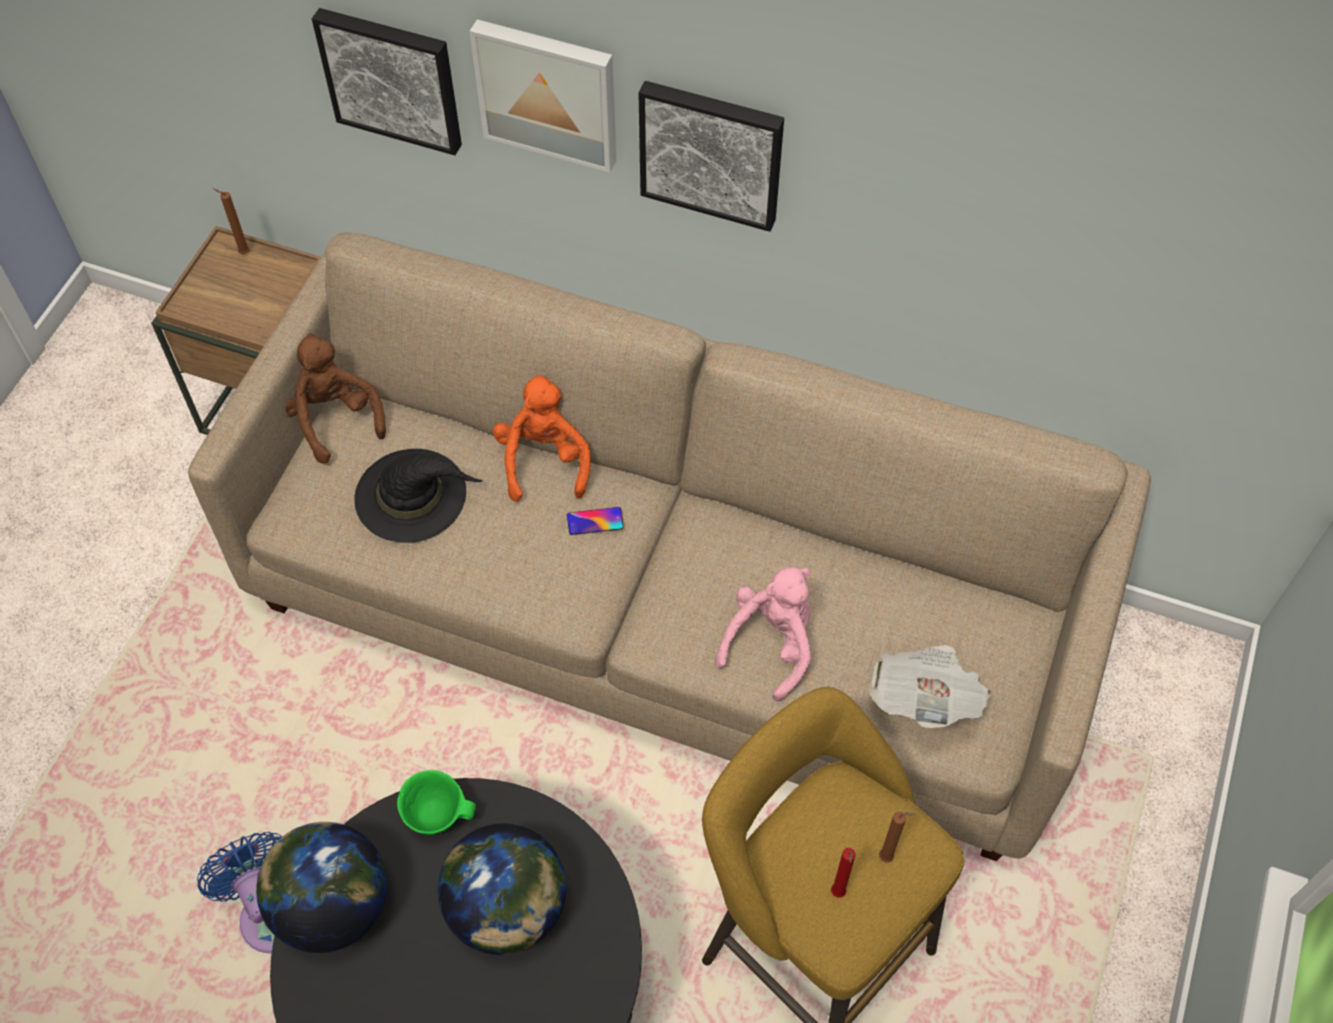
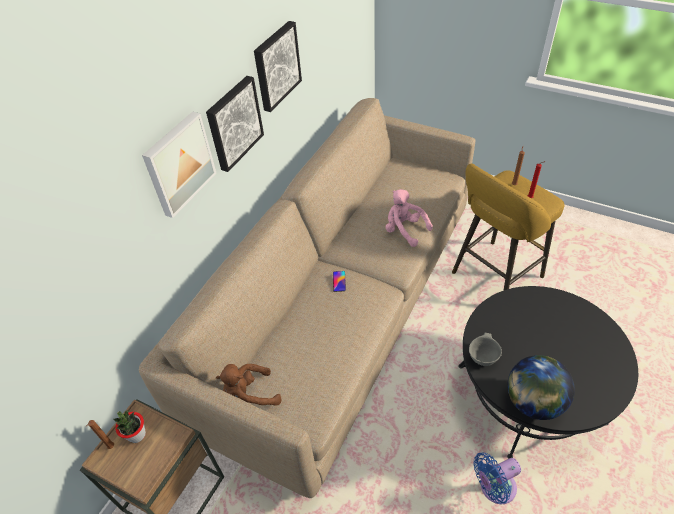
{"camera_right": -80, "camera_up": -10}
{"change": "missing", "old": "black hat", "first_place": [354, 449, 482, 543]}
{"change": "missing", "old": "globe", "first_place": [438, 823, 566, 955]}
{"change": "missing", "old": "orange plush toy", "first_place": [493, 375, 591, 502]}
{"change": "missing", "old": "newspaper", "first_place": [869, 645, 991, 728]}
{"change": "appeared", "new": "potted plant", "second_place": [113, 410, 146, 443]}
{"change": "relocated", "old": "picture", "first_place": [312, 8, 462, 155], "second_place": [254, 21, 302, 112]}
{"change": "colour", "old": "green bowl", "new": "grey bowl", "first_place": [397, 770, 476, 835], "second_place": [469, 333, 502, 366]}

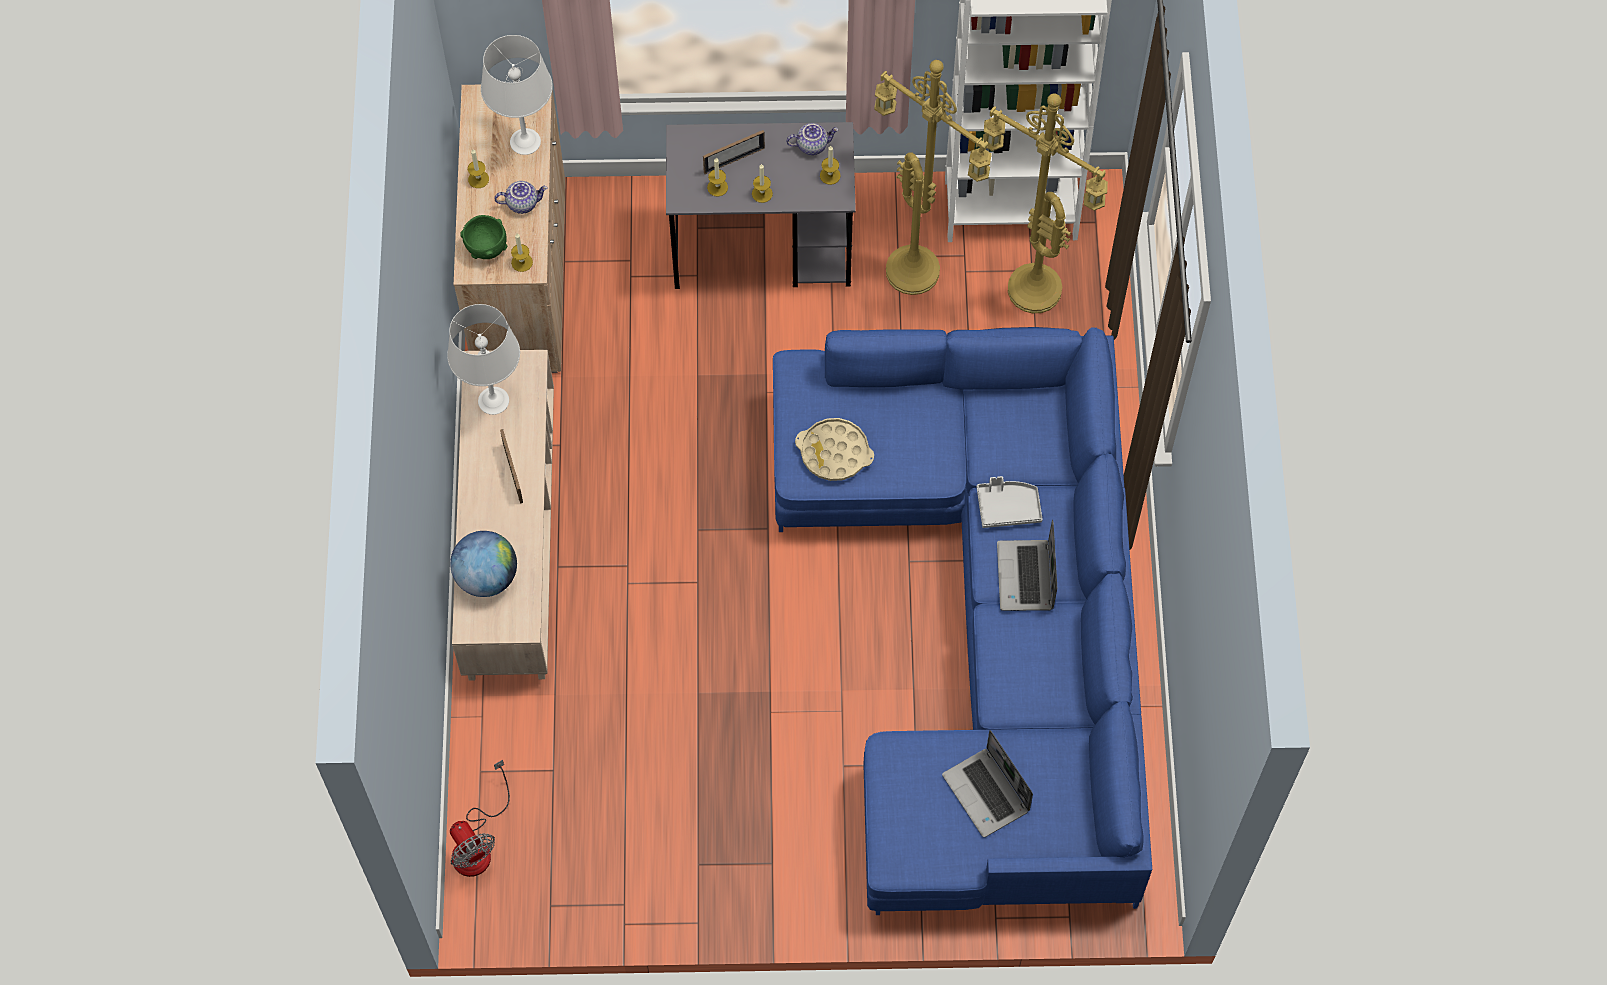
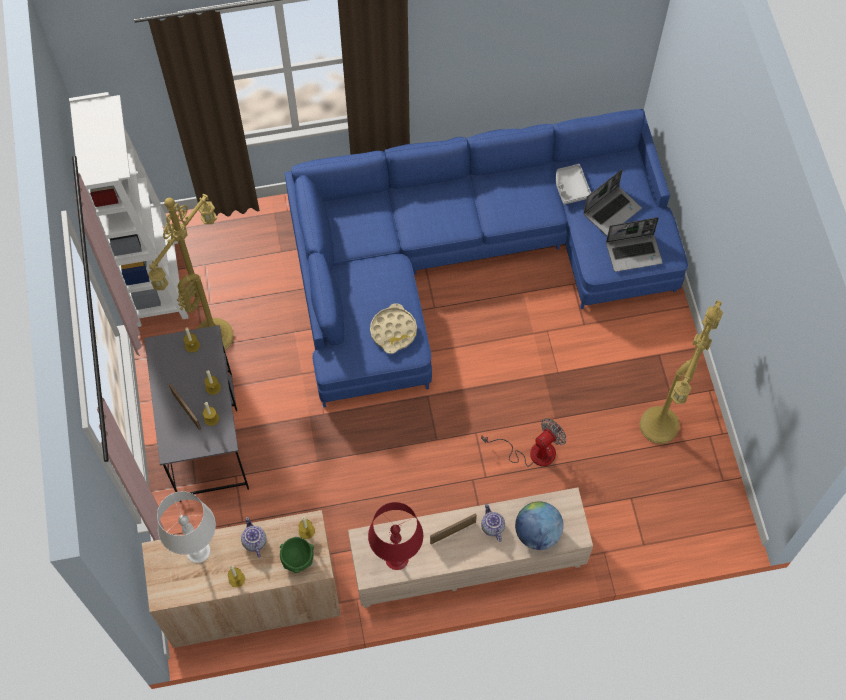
{"camera_right": -100, "camera_up": 0}
{"change": "relocated", "old": "fan", "first_place": [450, 759, 510, 877], "second_place": [481, 418, 567, 467]}
{"change": "relocated", "old": "teapot", "first_place": [786, 123, 838, 155], "second_place": [481, 503, 505, 542]}
{"change": "relocated", "old": "grey tray", "first_place": [977, 476, 1043, 528], "second_place": [556, 164, 591, 205]}
{"change": "relocated", "old": "yellow floor lamp", "first_place": [983, 93, 1108, 313], "second_place": [640, 300, 723, 444]}
{"change": "relocated", "old": "laptop", "first_place": [997, 520, 1057, 611], "second_place": [606, 217, 663, 272]}
{"change": "colour", "old": "white table lamp", "new": "red table lamp", "first_place": [447, 304, 520, 415], "second_place": [368, 502, 423, 570]}

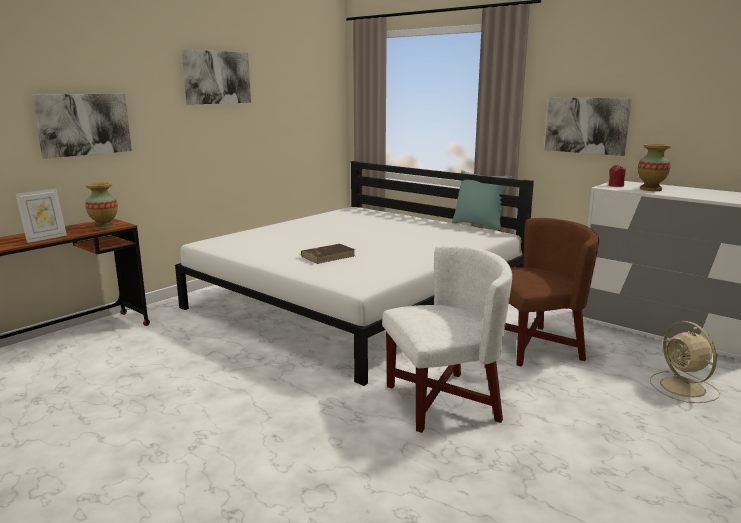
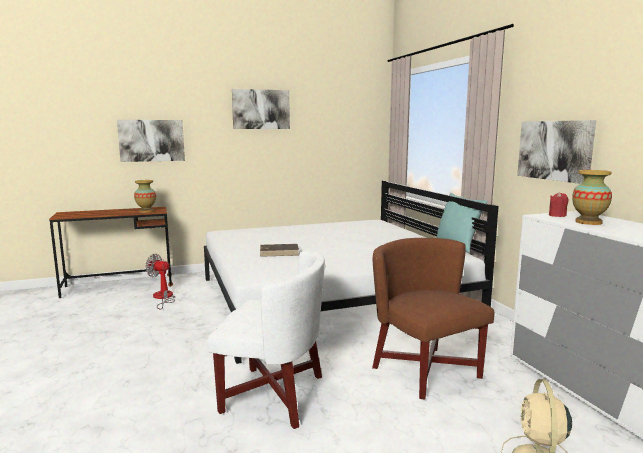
{"camera_right": 30, "camera_up": -5}
{"change": "missing", "old": "picture frame", "first_place": [15, 189, 67, 243]}
{"change": "appeared", "new": "fan", "second_place": [145, 254, 175, 309]}
{"change": "spun", "old": "brown armchair", "first_place": [505, 218, 599, 367], "second_place": [372, 238, 494, 400], "degrees": -135}

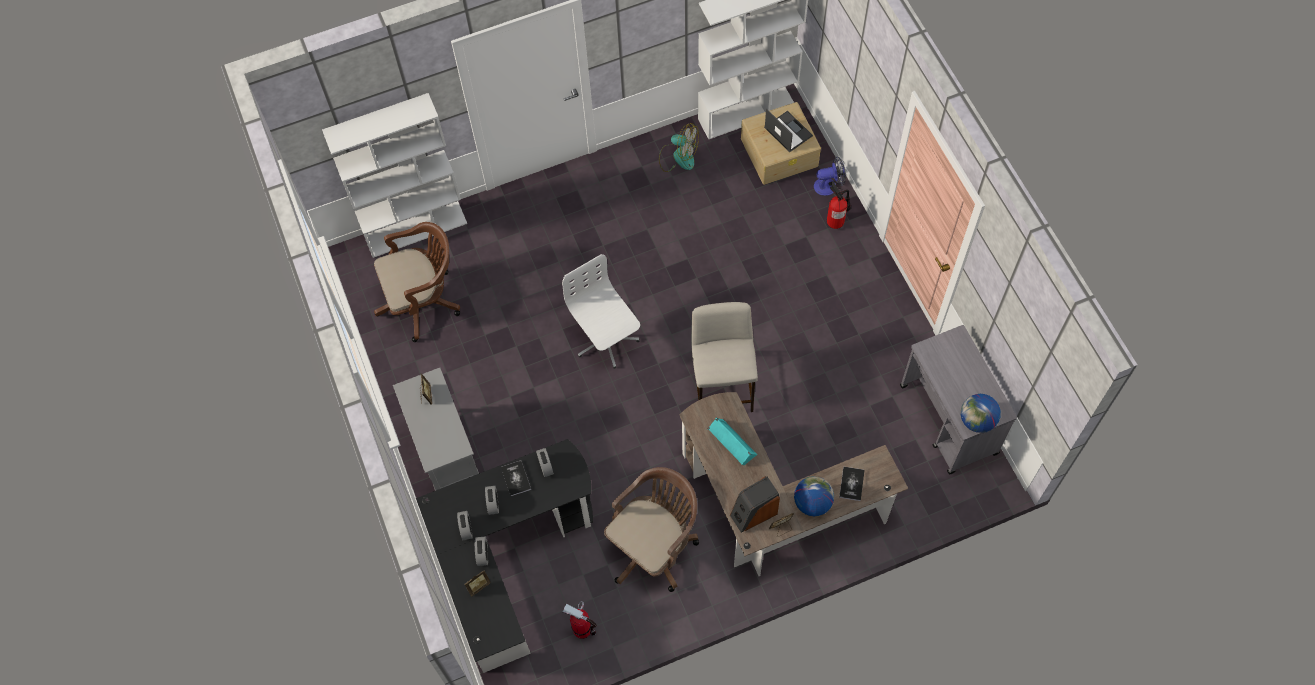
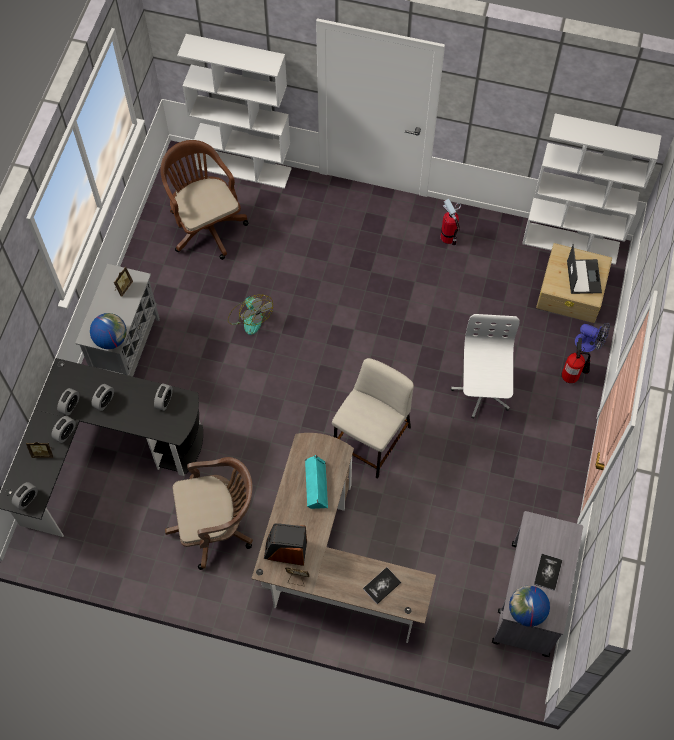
{"camera_right": 35, "camera_up": 0}
{"change": "appeared", "new": "alarm clock", "second_place": [12, 482, 38, 510]}
{"change": "relocated", "old": "book", "first_place": [501, 460, 531, 496], "second_place": [534, 554, 562, 591]}
{"change": "relocated", "old": "white office chair", "first_place": [562, 254, 640, 369], "second_place": [451, 314, 520, 419]}
{"change": "relocated", "old": "fire extinguisher", "first_place": [562, 601, 597, 639], "second_place": [441, 199, 461, 246]}
{"change": "relocated", "old": "fan", "first_place": [659, 123, 699, 172], "second_place": [228, 294, 273, 335]}
{"change": "relocated", "old": "globe", "first_place": [794, 476, 834, 516], "second_place": [90, 313, 127, 349]}
{"change": "spun", "old": "brown office chair", "first_place": [374, 222, 460, 342], "second_place": [160, 140, 248, 260], "degrees": -135}

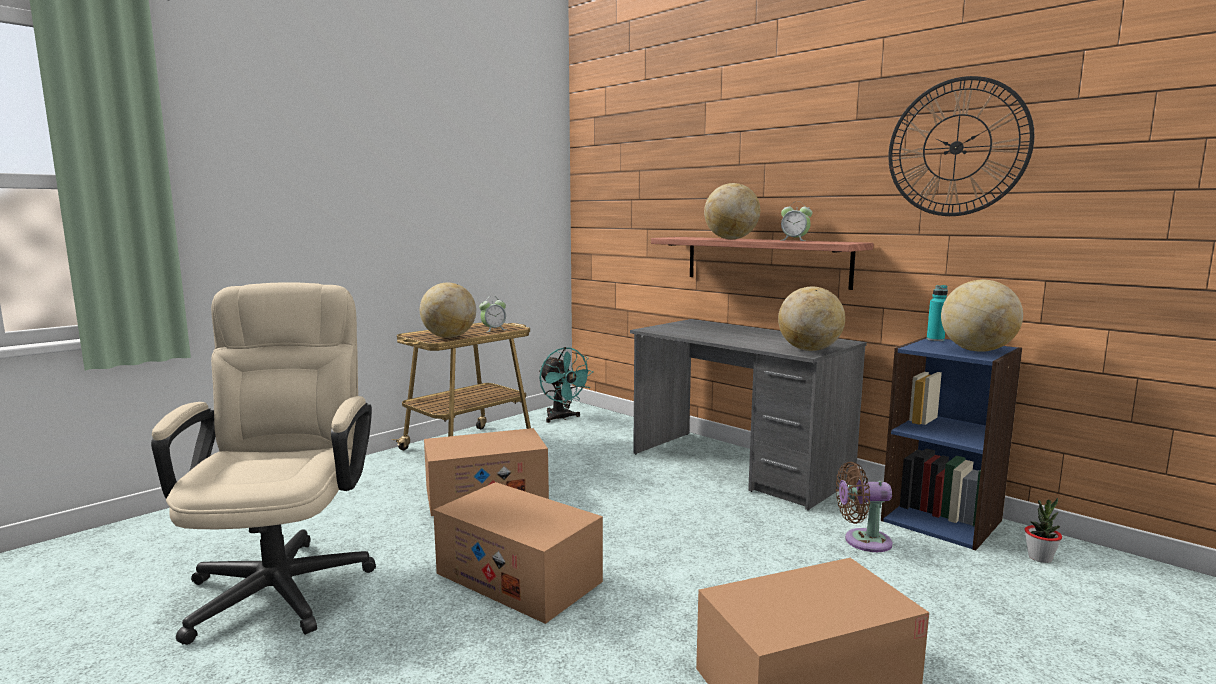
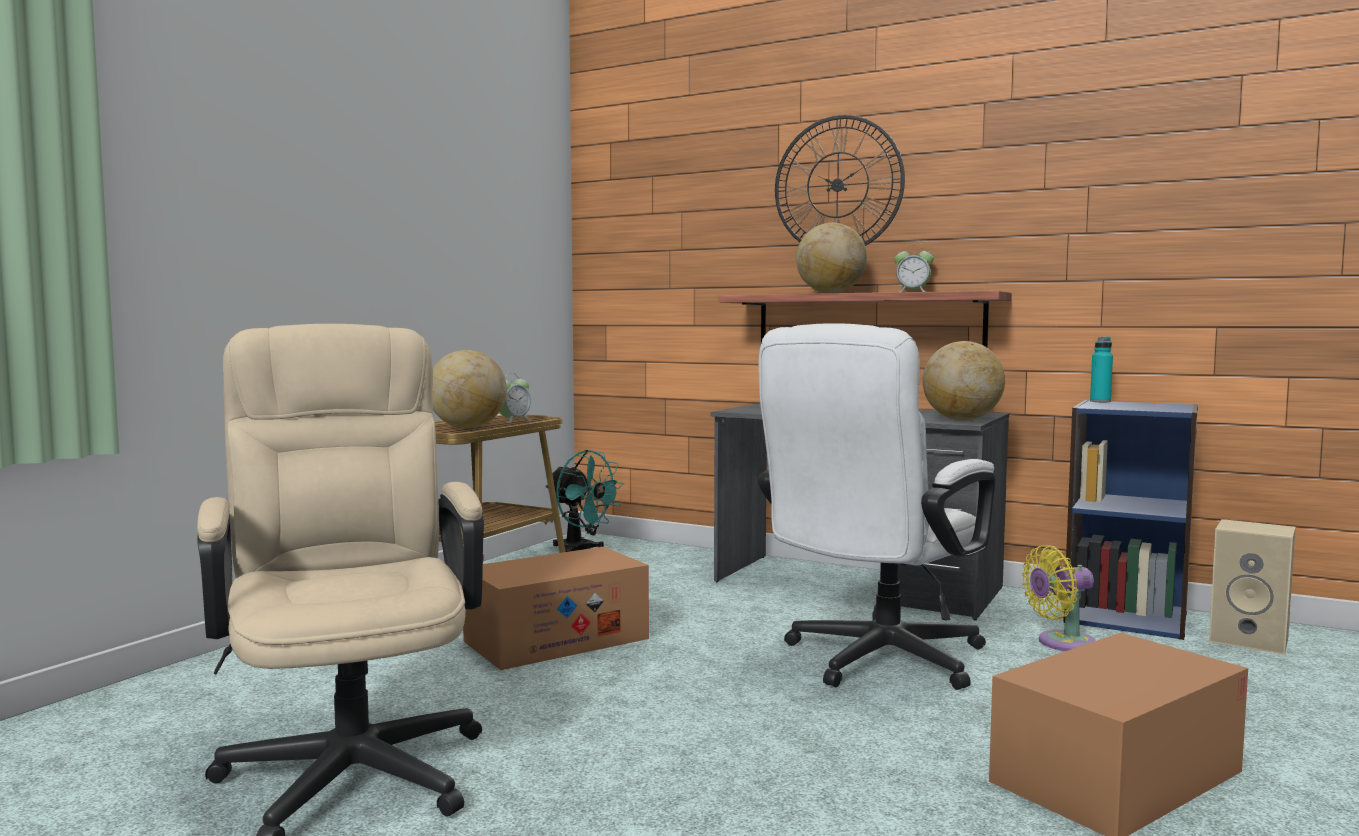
{"camera_right": -15, "camera_up": -5}
{"change": "missing", "old": "cardboard box", "first_place": [433, 482, 603, 624]}
{"change": "missing", "old": "globe", "first_place": [941, 280, 1023, 352]}
{"change": "appeared", "new": "white office chair", "second_place": [758, 323, 996, 690]}
{"change": "relocated", "old": "wall clock", "first_place": [888, 76, 1034, 216], "second_place": [775, 115, 905, 246]}
{"change": "exchanged", "old": "potted plant", "new": "beige speaker", "first_place": [1025, 498, 1062, 563], "second_place": [1209, 519, 1296, 655]}
{"change": "colour", "old": "brown fan", "new": "yellow fan", "first_place": [836, 462, 893, 552], "second_place": [1022, 545, 1096, 651]}

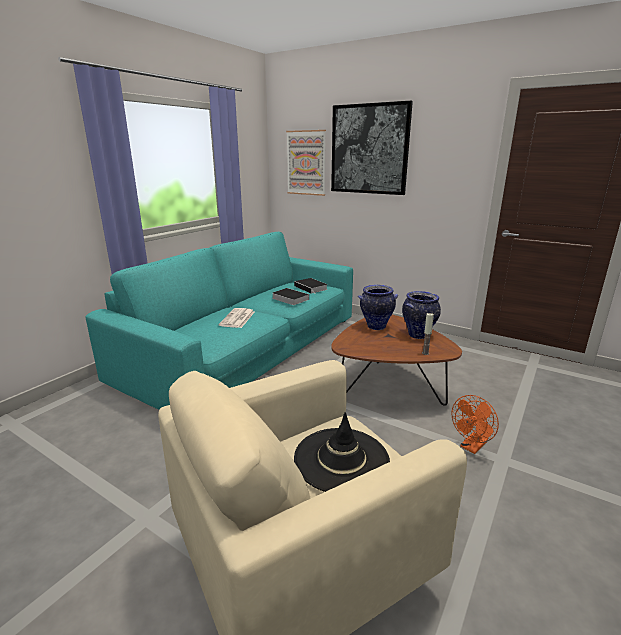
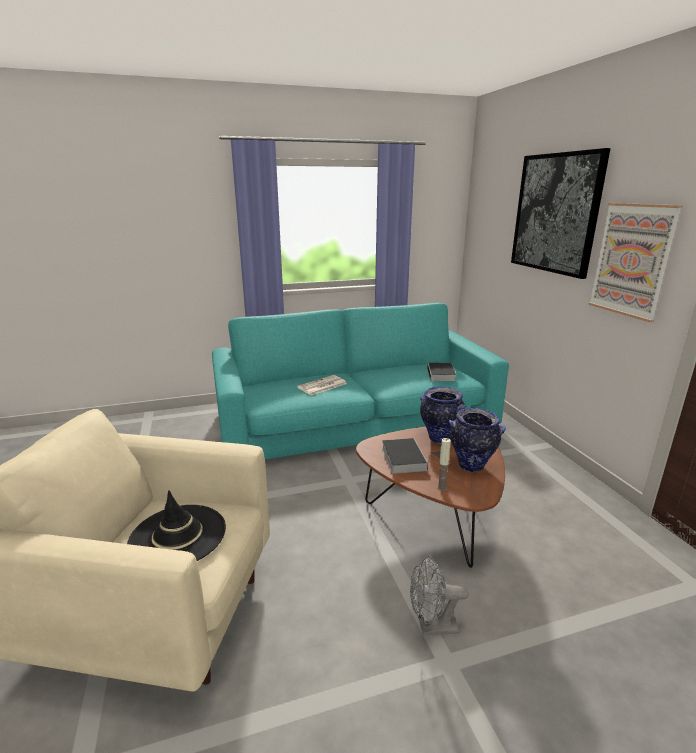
{"camera_right": 40, "camera_up": 0}
{"change": "relocated", "old": "book", "first_place": [272, 288, 309, 305], "second_place": [382, 438, 428, 474]}
{"change": "relocated", "old": "picture", "first_place": [286, 130, 326, 196], "second_place": [588, 203, 683, 322]}
{"change": "colour", "old": "orange fan", "new": "grey fan", "first_place": [451, 395, 499, 454], "second_place": [410, 556, 469, 636]}

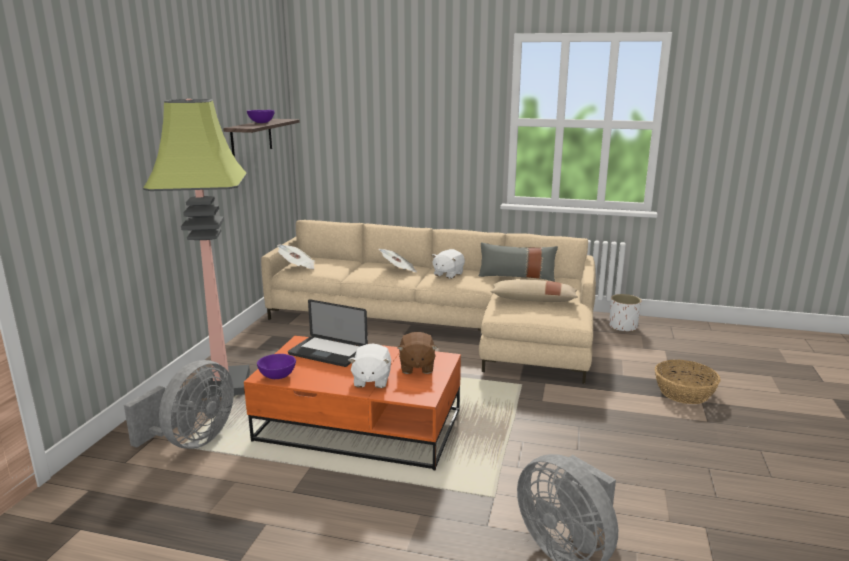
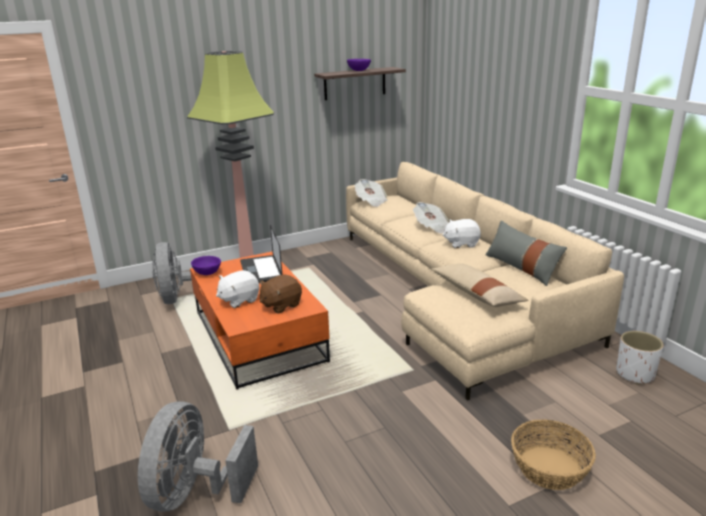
{"camera_right": 50, "camera_up": 5}
{"change": "spun", "old": "grey fan", "first_place": [124, 360, 234, 449], "second_place": [152, 242, 207, 304], "degrees": 90}

